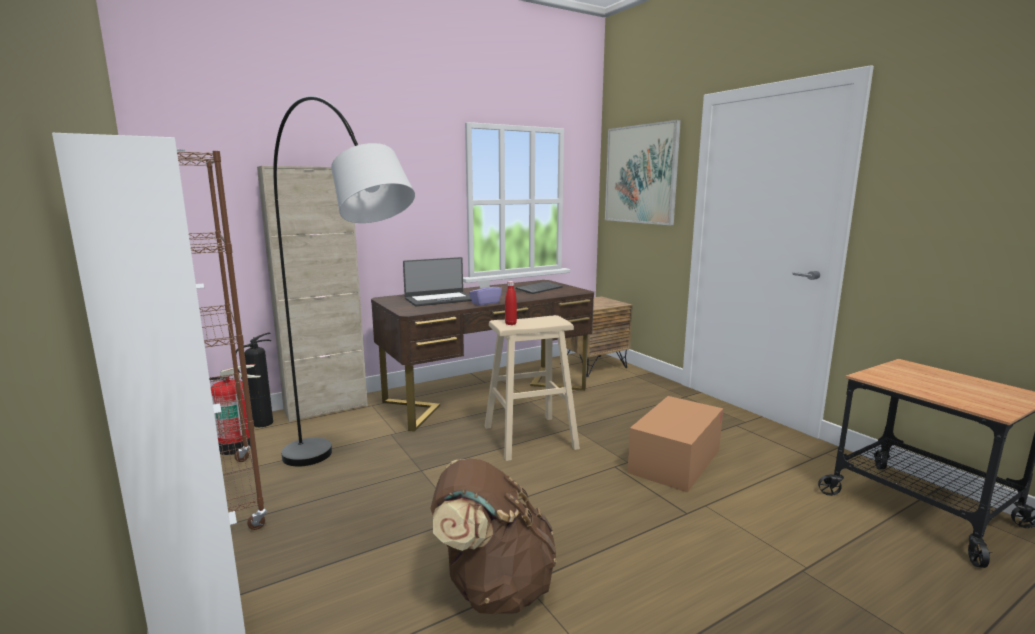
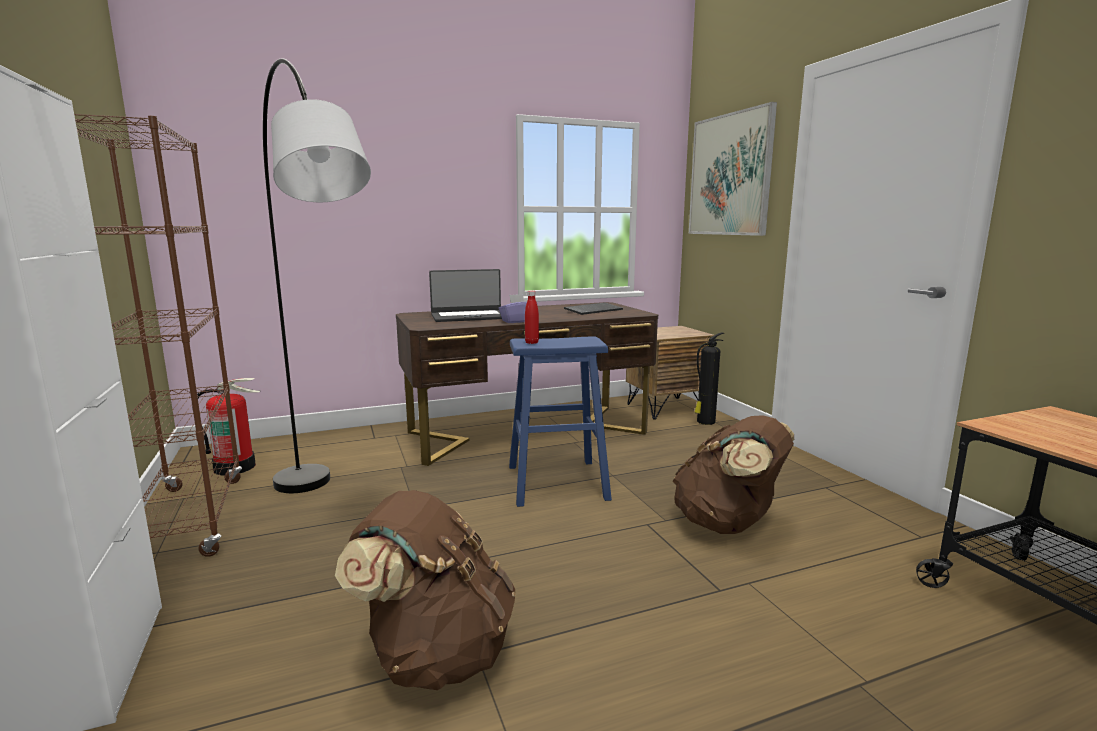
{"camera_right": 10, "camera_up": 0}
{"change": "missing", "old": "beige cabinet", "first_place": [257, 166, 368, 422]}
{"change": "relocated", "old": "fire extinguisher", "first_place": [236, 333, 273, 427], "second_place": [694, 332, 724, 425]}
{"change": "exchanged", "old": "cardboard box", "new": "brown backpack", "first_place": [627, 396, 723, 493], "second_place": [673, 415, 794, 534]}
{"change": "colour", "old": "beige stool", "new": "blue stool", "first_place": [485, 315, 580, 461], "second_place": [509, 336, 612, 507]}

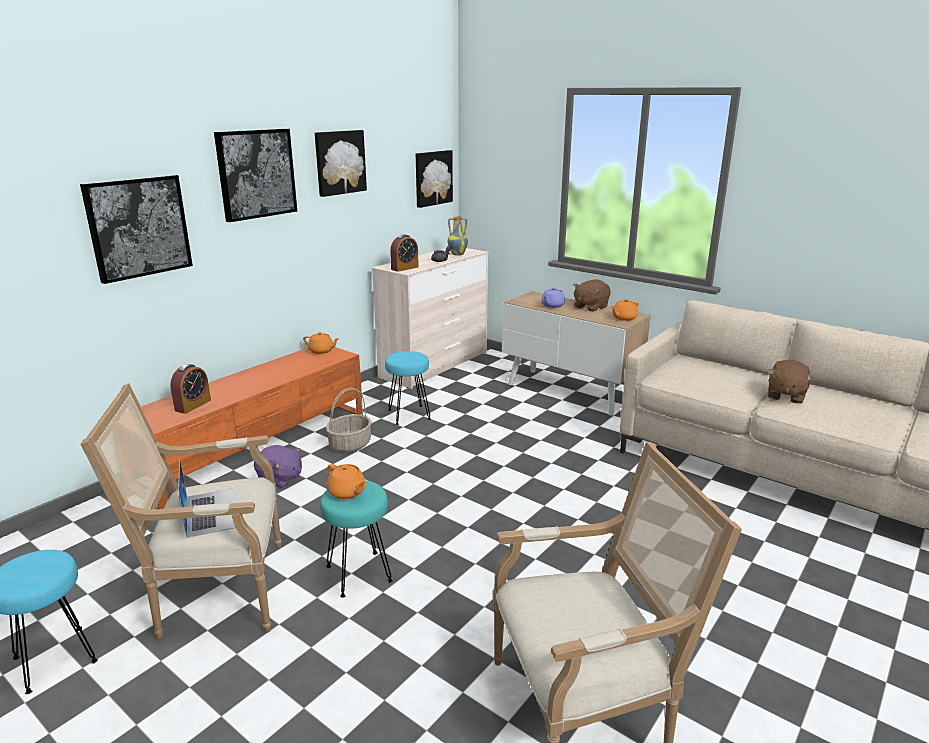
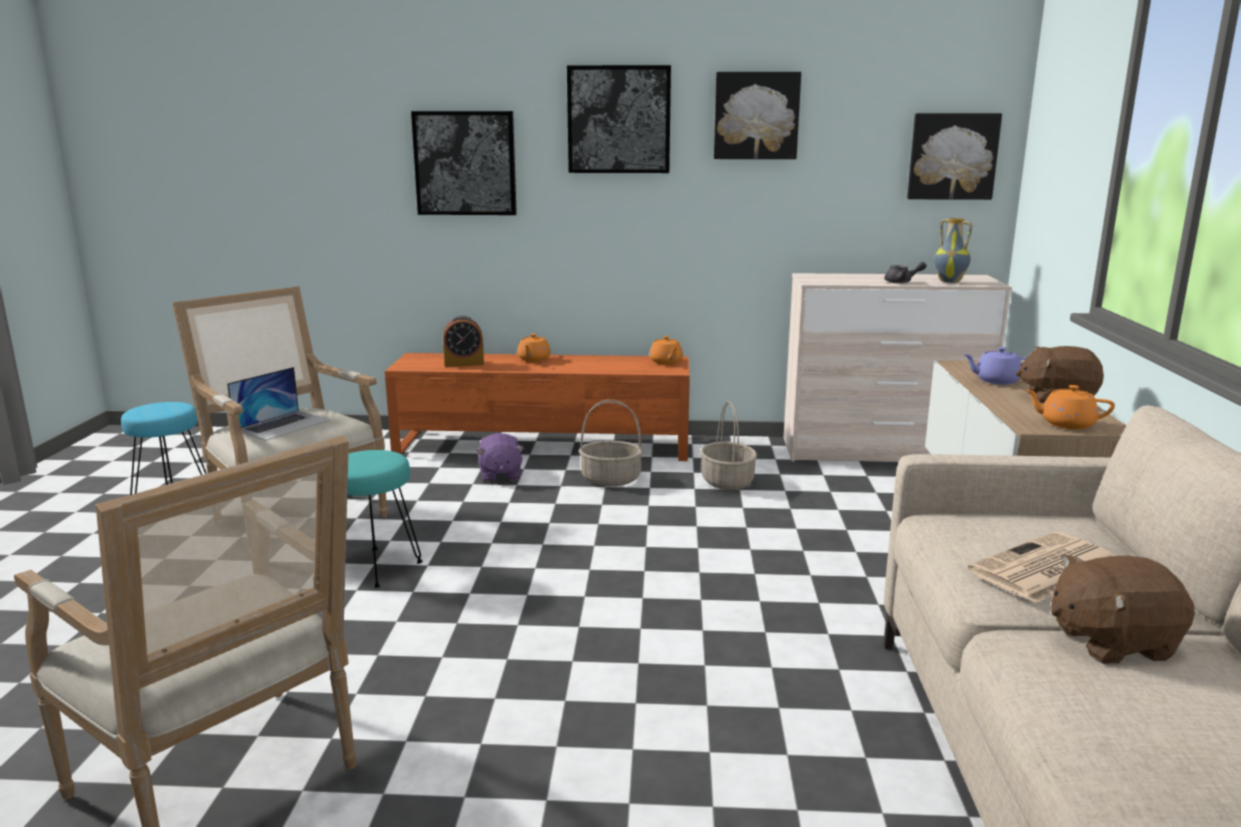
{"camera_right": 55, "camera_up": -5}
{"change": "missing", "old": "alarm clock", "first_place": [390, 234, 419, 272]}
{"change": "appeared", "new": "newspaper", "second_place": [968, 532, 1114, 603]}
{"change": "relocated", "old": "orange teapot", "first_place": [326, 464, 366, 499], "second_place": [517, 334, 551, 362]}
{"change": "exchanged", "old": "turquoise stool", "new": "basket", "first_place": [385, 351, 431, 425], "second_place": [700, 401, 757, 490]}

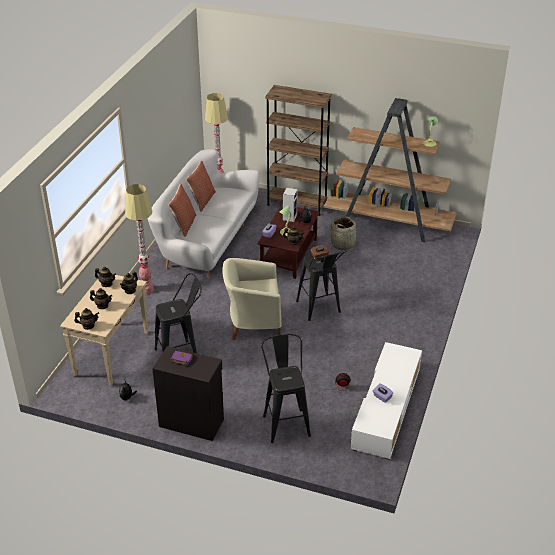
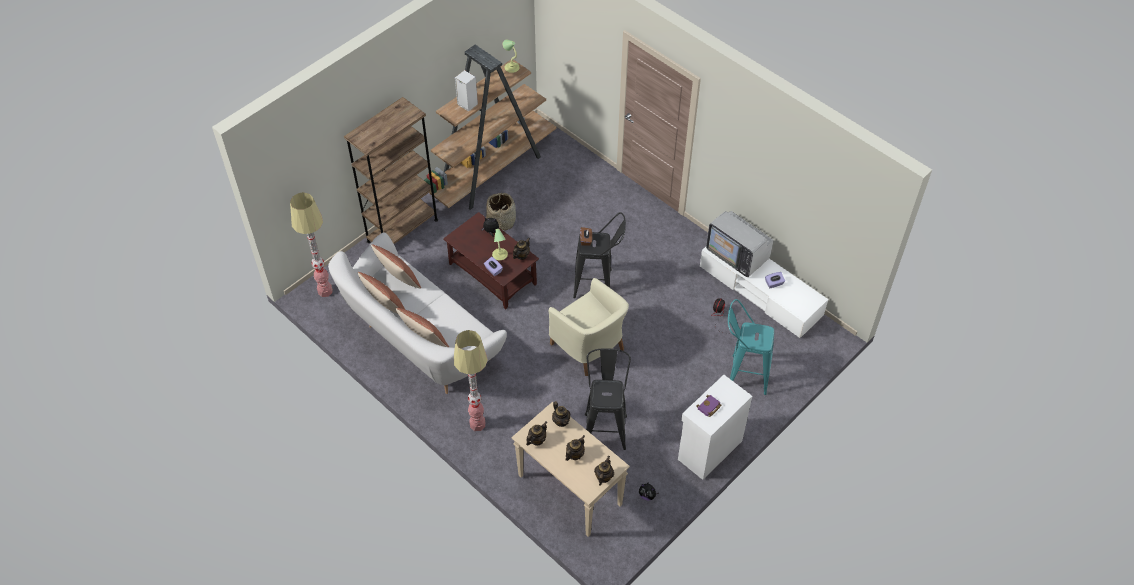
{"camera_right": -65, "camera_up": 15}
{"change": "appeared", "new": "pillow", "second_place": [371, 244, 421, 289]}
{"change": "appeared", "new": "television", "second_place": [706, 211, 774, 277]}
{"change": "relocated", "old": "speaker", "first_place": [283, 188, 298, 222], "second_place": [455, 70, 478, 112]}
{"change": "colour", "old": "black cabinet", "new": "white cabinet", "first_place": [152, 346, 224, 441], "second_place": [678, 375, 752, 480]}
{"change": "colour", "old": "black stool", "new": "turquoise stool", "first_place": [261, 334, 311, 443], "second_place": [728, 299, 774, 395]}
{"change": "spun", "old": "beige armchair", "first_place": [222, 258, 282, 340], "second_place": [549, 278, 629, 376], "degrees": -60}

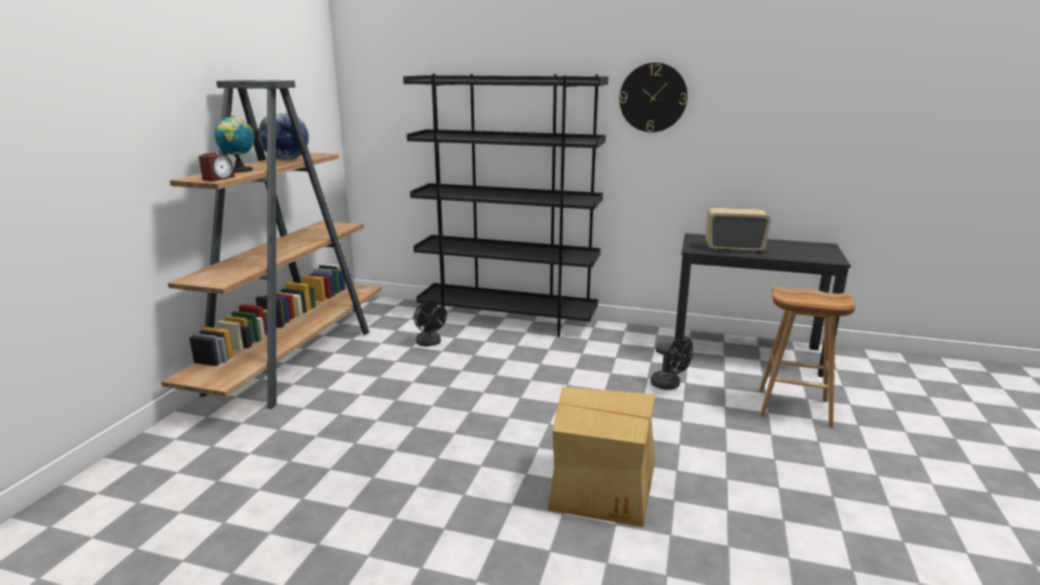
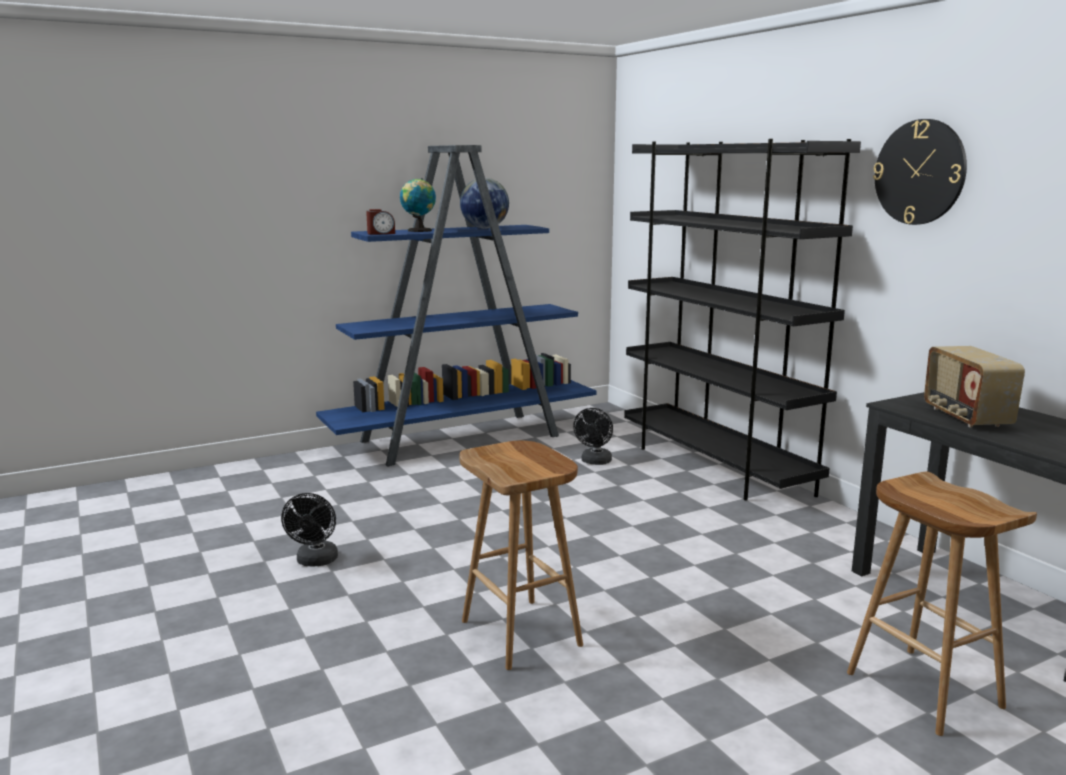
{"camera_right": 45, "camera_up": -5}
{"change": "relocated", "old": "black fan", "first_place": [650, 336, 694, 390], "second_place": [281, 493, 338, 566]}
{"change": "exchanged", "old": "cardboard box", "new": "brown stool", "first_place": [548, 387, 656, 527], "second_place": [460, 441, 583, 670]}
{"change": "colour", "old": "brown bookcase", "new": "blue bookcase", "first_place": [161, 80, 382, 409], "second_place": [316, 145, 597, 466]}
{"change": "spun", "old": "radio", "first_place": [706, 208, 771, 252], "second_place": [924, 346, 1025, 428], "degrees": -150}

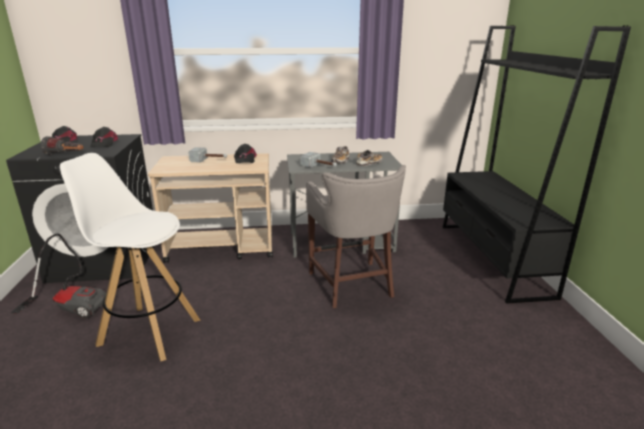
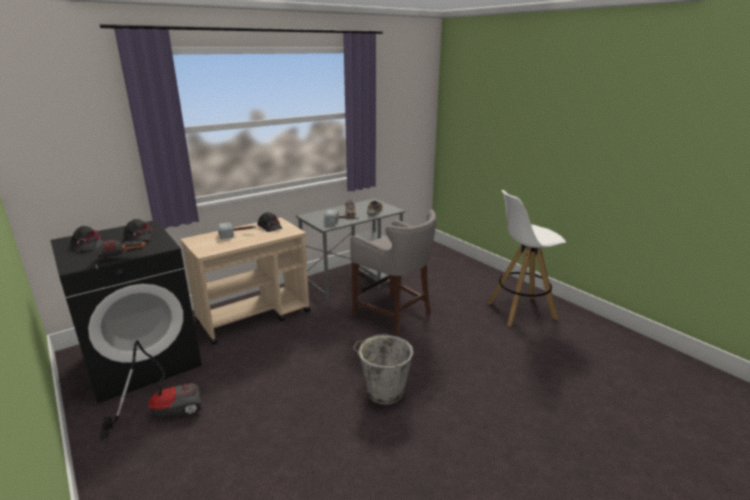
{"camera_right": -30, "camera_up": 0}
{"change": "missing", "old": "black bookcase", "first_place": [442, 25, 631, 304]}
{"change": "appeared", "new": "grey bucket", "second_place": [353, 333, 414, 405]}
{"change": "relocated", "old": "white stool", "first_place": [60, 153, 201, 361], "second_place": [487, 190, 566, 327]}

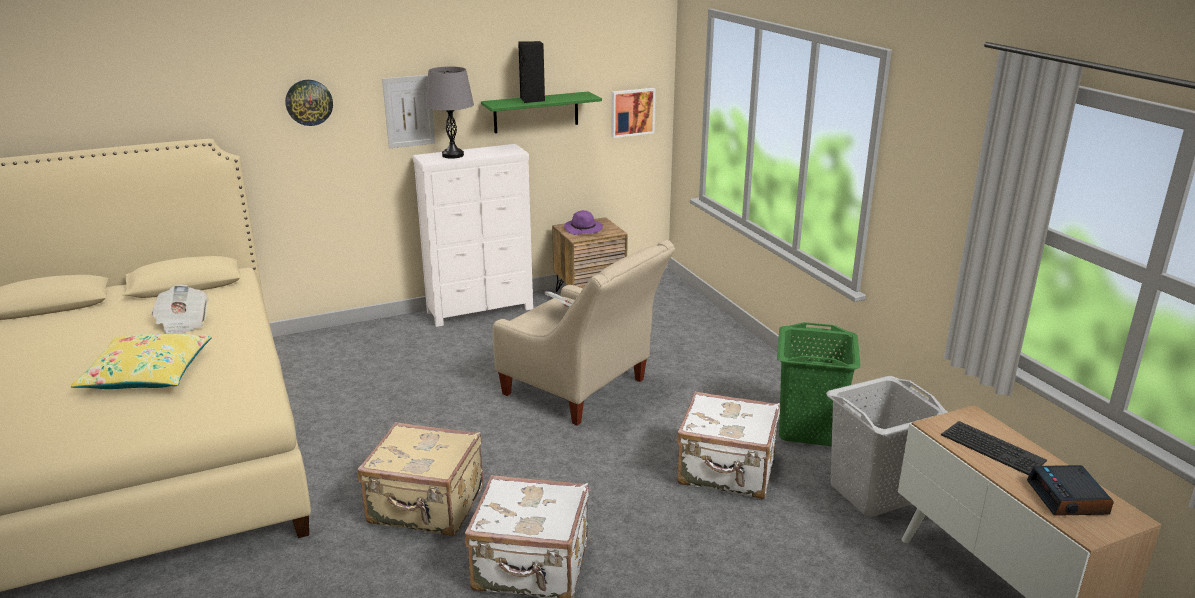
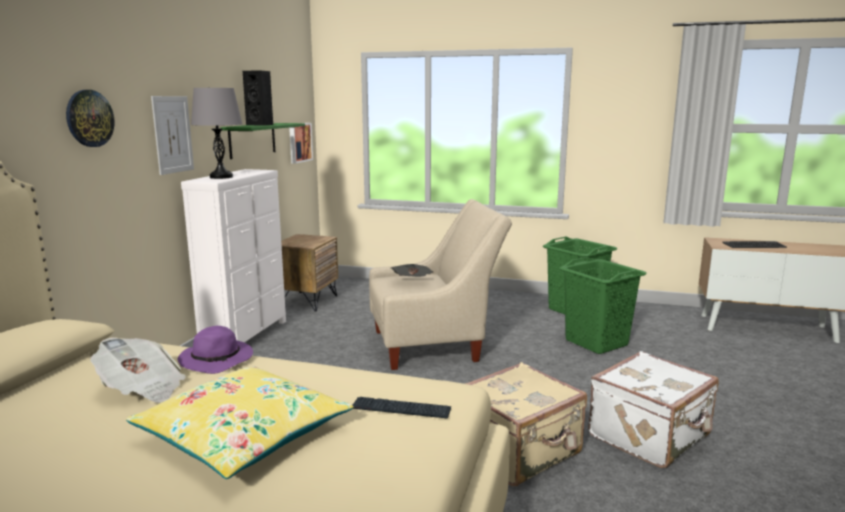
{"camera_right": -50, "camera_up": -10}
{"change": "missing", "old": "grey laundry basket", "first_place": [826, 376, 948, 517]}
{"change": "missing", "old": "alarm clock", "first_place": [1027, 465, 1114, 516]}
{"change": "appeared", "new": "keyboard", "second_place": [353, 397, 451, 419]}
{"change": "relocated", "old": "purple hat", "first_place": [564, 210, 603, 235], "second_place": [177, 326, 253, 374]}
{"change": "exchanged", "old": "white suitcase", "new": "green laundry basket", "first_place": [677, 391, 780, 499], "second_place": [559, 257, 647, 354]}

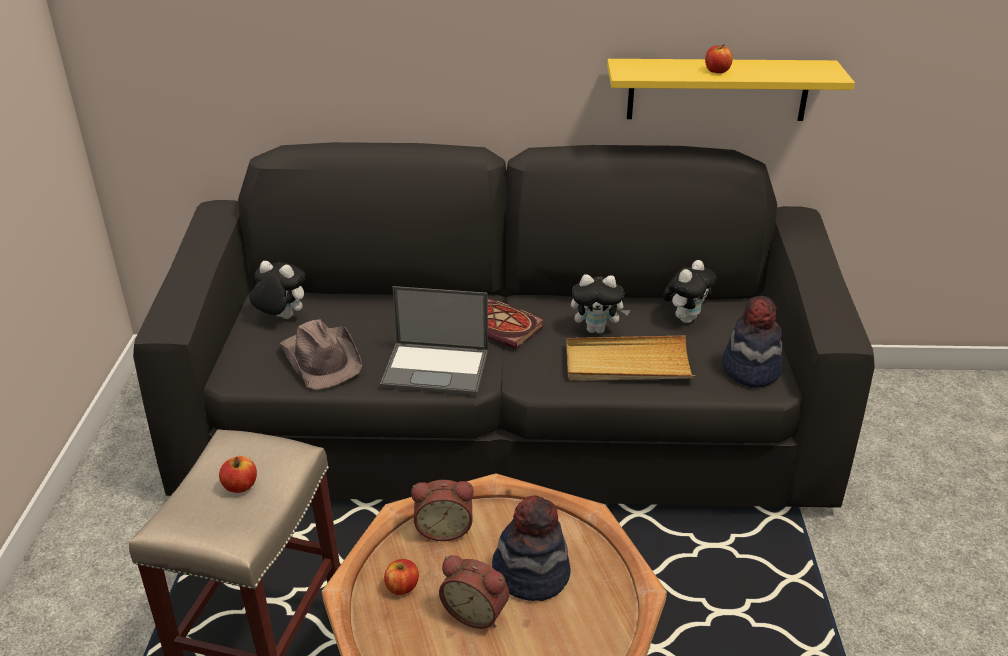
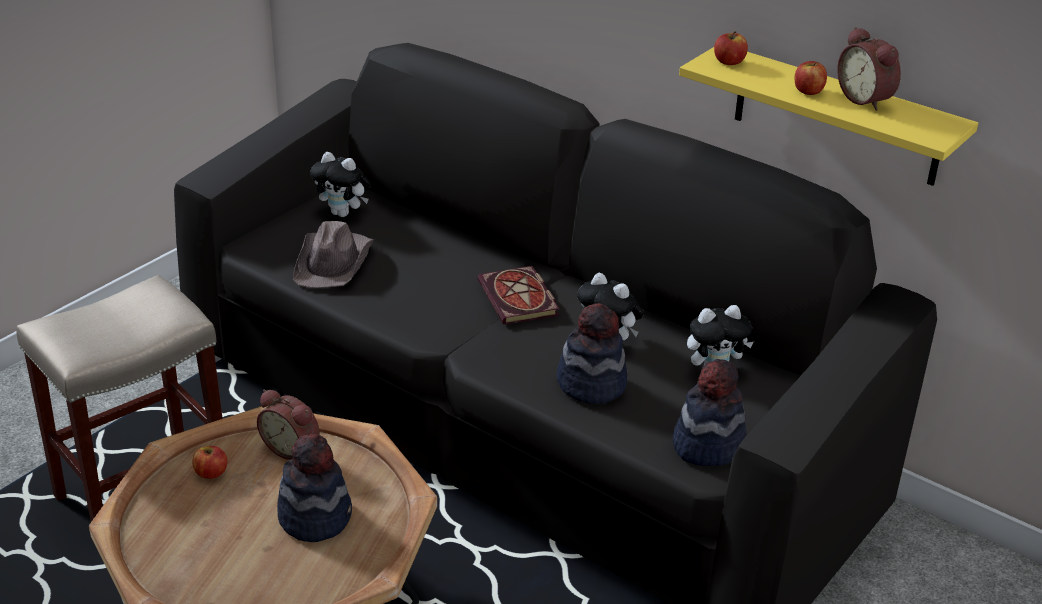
{"camera_right": 35, "camera_up": 0}
{"change": "missing", "old": "laptop", "first_place": [380, 286, 488, 396]}
{"change": "relocated", "old": "apple", "first_place": [219, 456, 257, 493], "second_place": [714, 31, 748, 65]}
{"change": "relocated", "old": "alarm clock", "first_place": [439, 555, 509, 629], "second_place": [837, 27, 901, 111]}
{"change": "exchanged", "old": "beige tray", "new": "hat", "first_place": [566, 335, 695, 381], "second_place": [557, 303, 628, 404]}
{"change": "spun", "old": "plush toy", "first_place": [250, 261, 305, 319], "second_place": [310, 152, 371, 217], "degrees": 150}

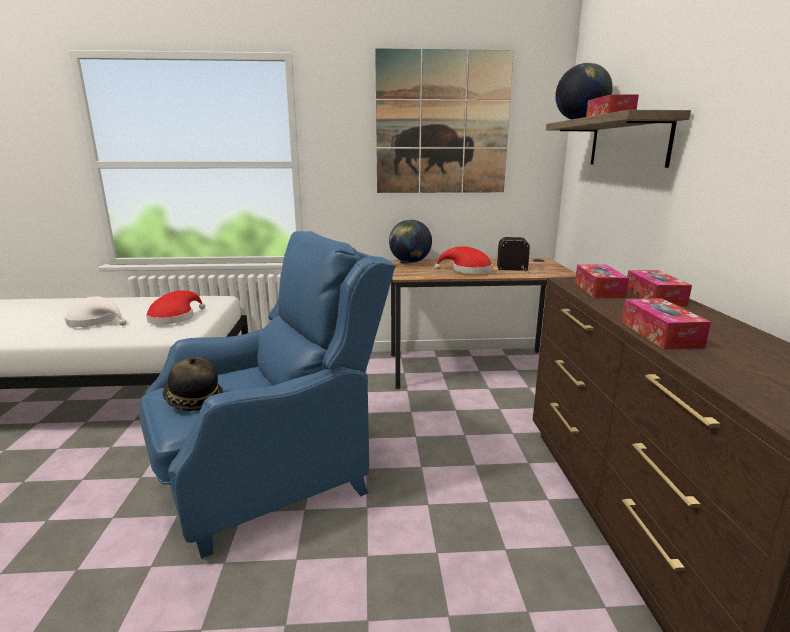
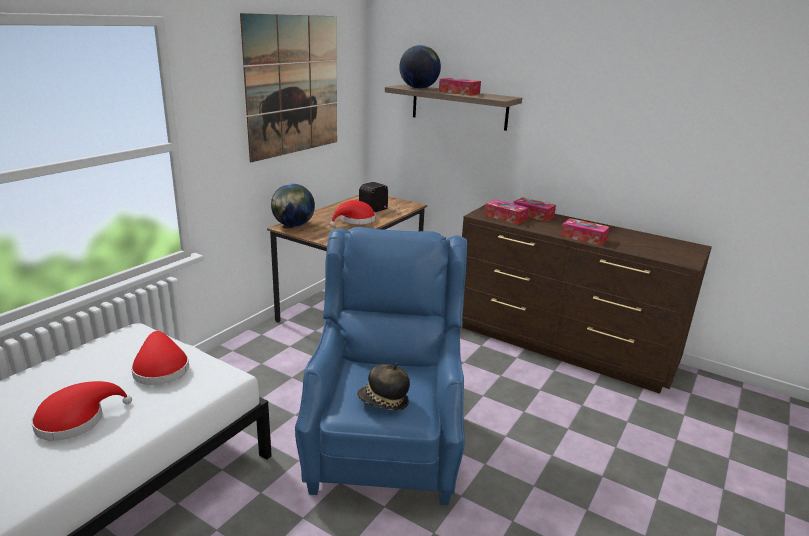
{"camera_right": -55, "camera_up": 5}
{"change": "colour", "old": "white hat", "new": "red hat", "first_place": [65, 296, 126, 327], "second_place": [31, 381, 132, 441]}

